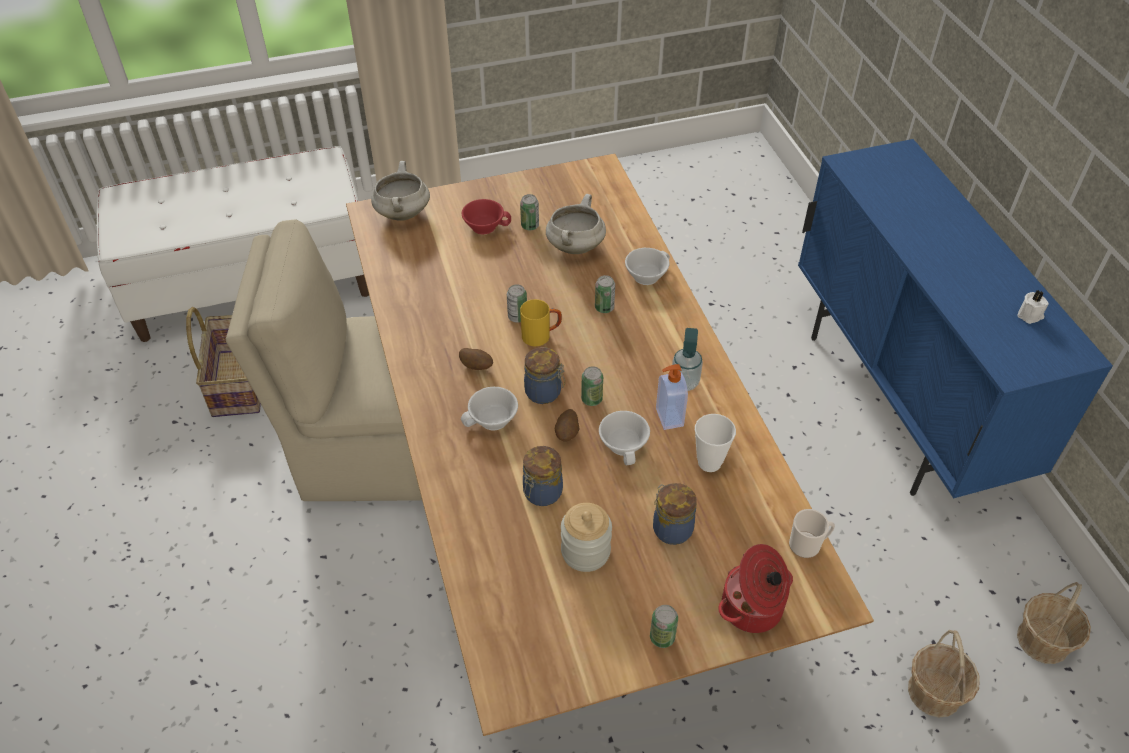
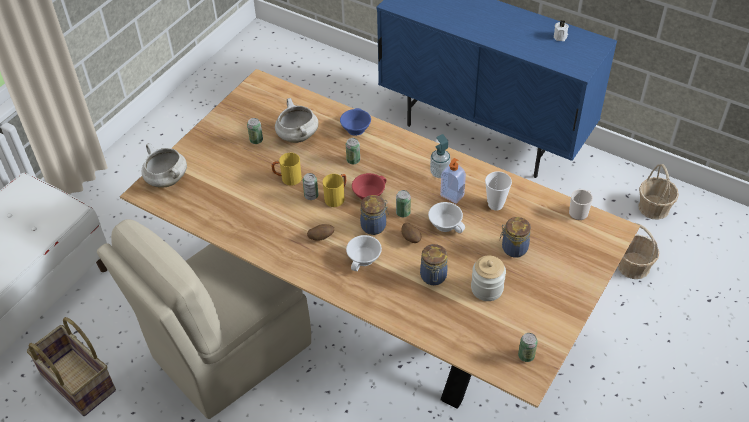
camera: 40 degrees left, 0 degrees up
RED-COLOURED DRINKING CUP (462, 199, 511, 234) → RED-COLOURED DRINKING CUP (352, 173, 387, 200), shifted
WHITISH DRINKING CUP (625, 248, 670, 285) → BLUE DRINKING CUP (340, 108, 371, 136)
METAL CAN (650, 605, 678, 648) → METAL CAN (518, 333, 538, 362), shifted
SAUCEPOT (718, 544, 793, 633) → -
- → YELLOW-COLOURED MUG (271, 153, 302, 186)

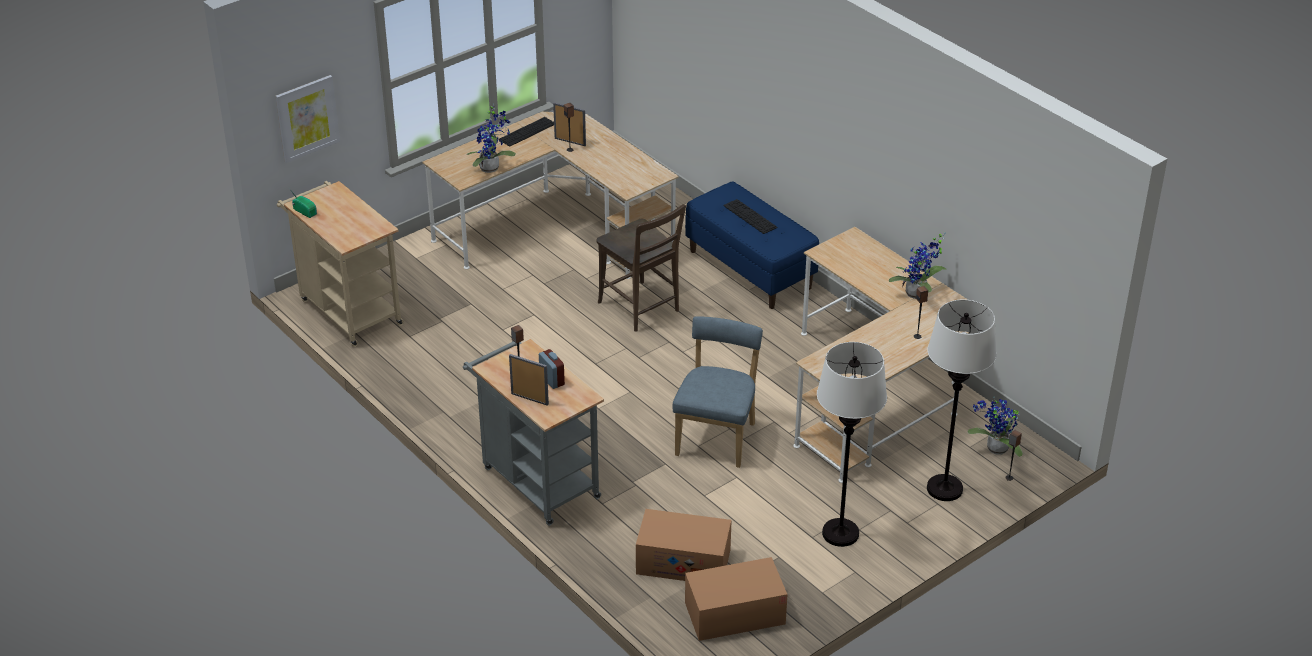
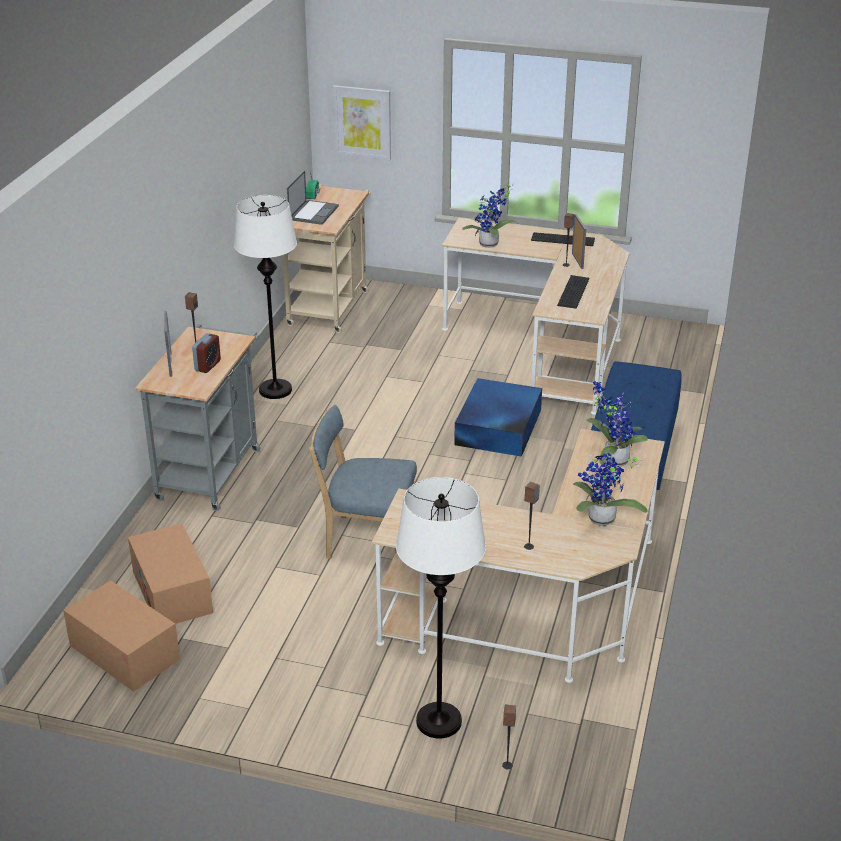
camera: 55 degrees right, 5 degrees down
BROWNISH UPRIGHT CHAIR (596, 204, 686, 332) → BLUE STORAGE BOX (454, 378, 542, 457)
BLUE UPRIGHT CHAIR (673, 316, 763, 468) → BLUE UPRIGHT CHAIR (309, 405, 417, 558), 150 degrees counterclockwise
COMPUTER KEYBOARD (724, 199, 777, 234) → COMPUTER KEYBOARD (557, 275, 589, 309), shifted
WHITISH STANDING LAMP (817, 342, 887, 547) → WHITISH STANDING LAMP (234, 195, 297, 399), shifted
POTTED PLANT (967, 397, 1023, 457) → POTTED PLANT (586, 381, 648, 467), shifted
- → NOTEBOOK COMPUTER (287, 170, 339, 225)

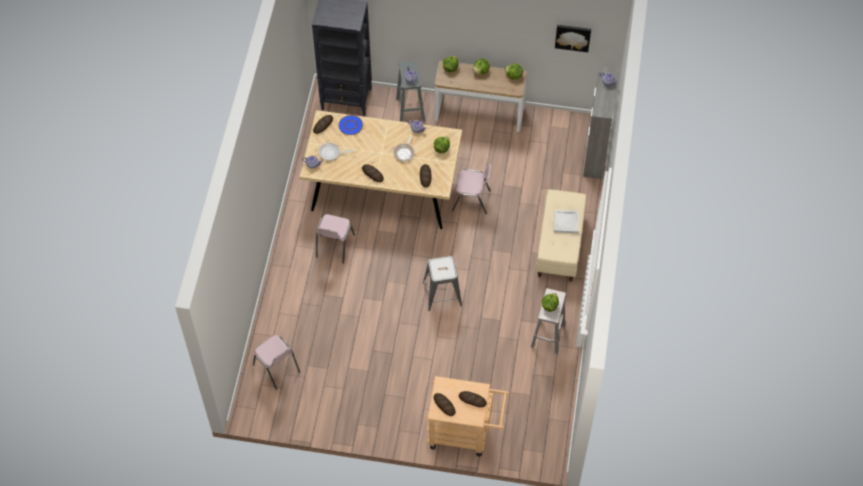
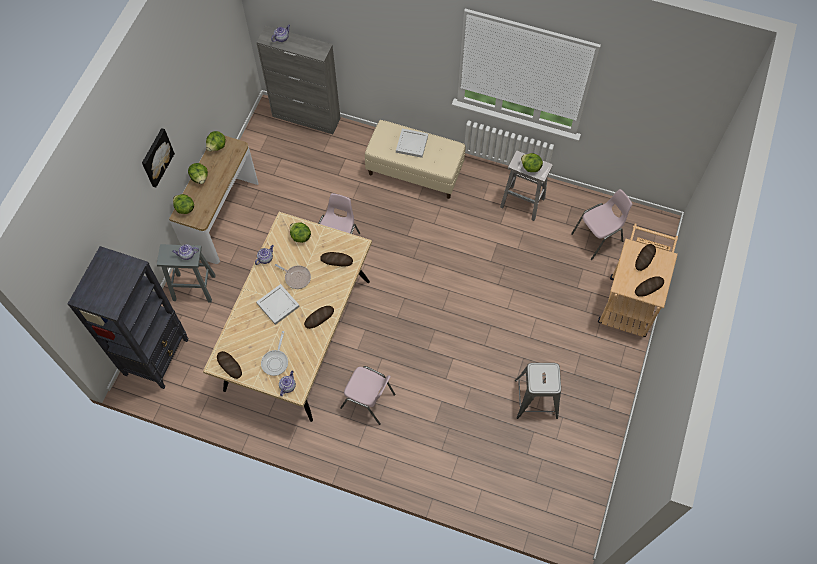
camera: 80 degrees left, 5 degrees up
PINK-COLOURED UPRIGHT CHAIR (253, 335, 300, 390) → PINK-COLOURED UPRIGHT CHAIR (571, 189, 632, 260), shifted
BLUE PLATE (338, 115, 363, 135) → -
GREY STOOL SEAT (423, 256, 462, 311) → GREY STOOL SEAT (515, 363, 561, 419), shifted
PICTURE (555, 25, 591, 52) → PICTURE (142, 128, 175, 188), shifted
- → WHITISH TRAY (256, 284, 300, 325)

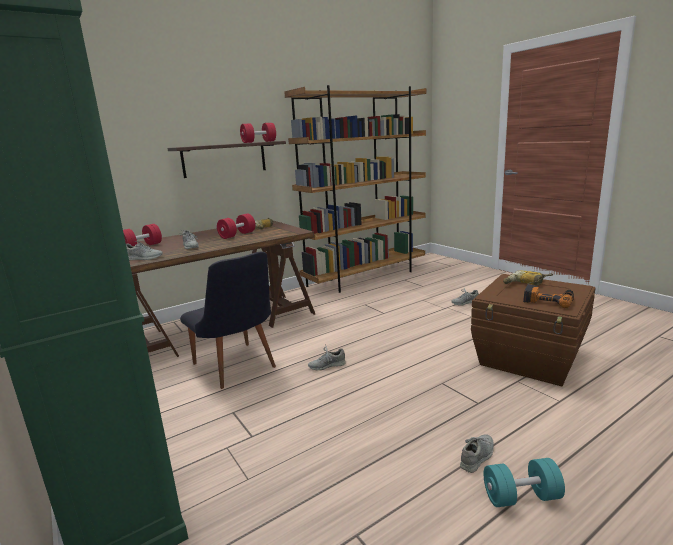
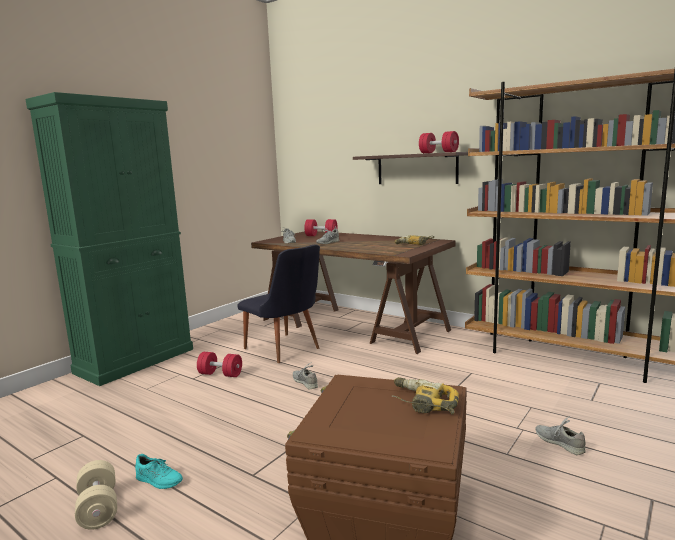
camera: 70 degrees right, 5 degrees down
BLACKISH UPRIGHT CHAIR (180, 252, 276, 389) → BLACKISH UPRIGHT CHAIR (237, 244, 320, 363), 75 degrees counterclockwise
RED-COLOURED HAND WEIGHT (217, 214, 255, 239) → RED-COLOURED HAND WEIGHT (197, 352, 242, 377), shifted
GREY SHOE (460, 435, 494, 473) → TURQUOISE SHOE (135, 454, 183, 489)
TURQUOISE HAND WEIGHT (484, 458, 565, 507) → BEIGE HAND WEIGHT (75, 460, 117, 530)
DRILL (523, 284, 574, 308) → -

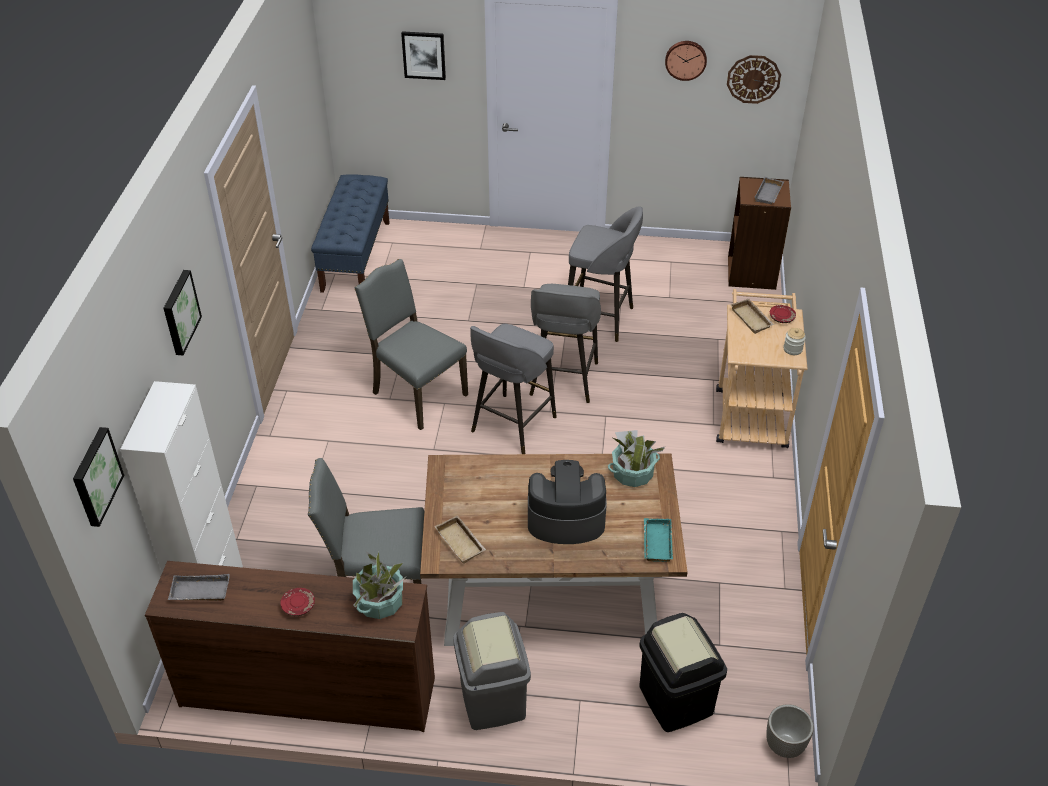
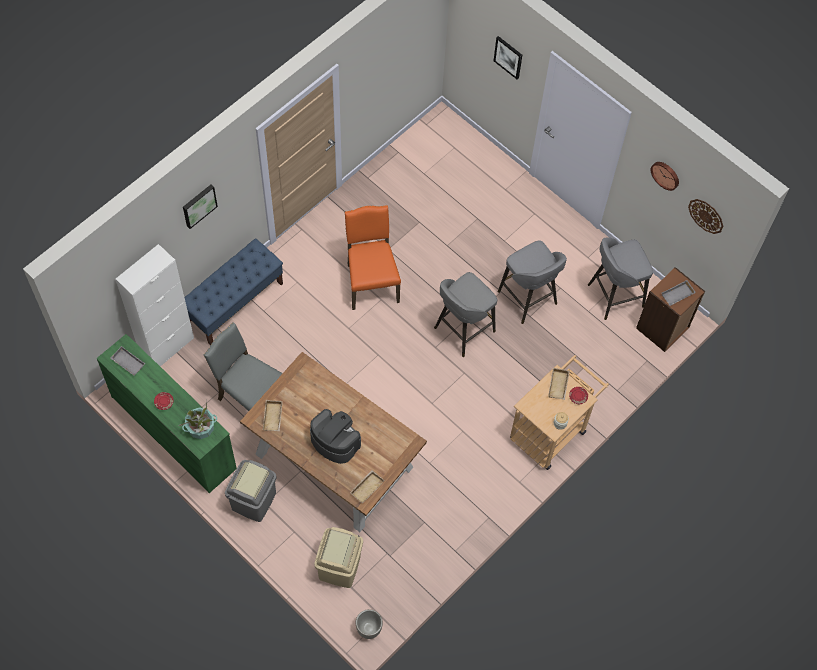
camera: 35 degrees right, 20 degrees up
PICTURE (73, 427, 124, 527) → -
BROWNISH DRAWER CHEST (145, 561, 435, 732) → GREEN-COLOURED DRAWER CHEST (96, 334, 237, 493)
BLUE INDOOR BENCH (311, 174, 390, 293) → BLUE INDOOR BENCH (184, 238, 283, 346), shifted
GREY UPRIGHT CHAIR (354, 259, 468, 430) → ORANGE UPRIGHT CHAIR (345, 205, 401, 310)
GREY STOOL SEAT (470, 324, 557, 454) → GREY STOOL SEAT (588, 237, 653, 320), shifted
POTTED PLANT (608, 430, 665, 487) → -
BLACKISH TRASH CAN (639, 613, 727, 732) → BEIGE TRASH CAN (315, 527, 363, 588)
TURQUOISE TRAY (644, 518, 673, 562) → BEIGE TRAY (350, 470, 385, 503)

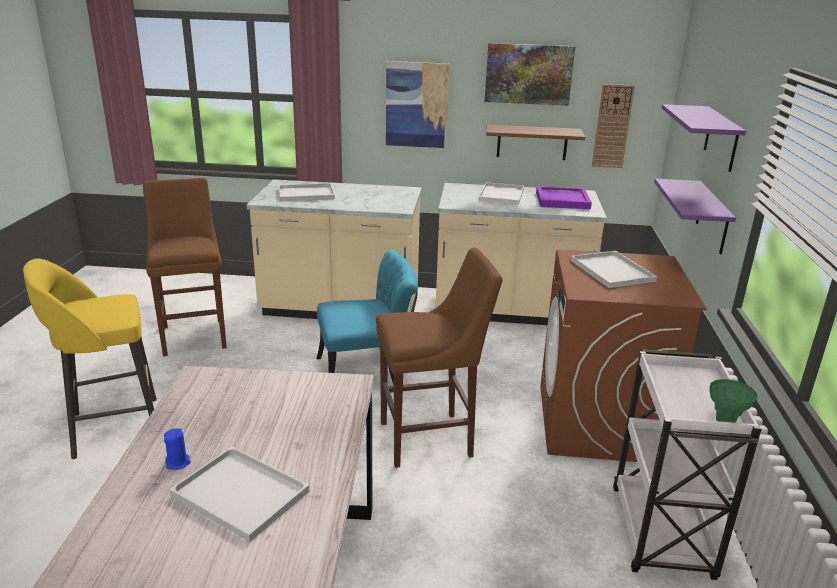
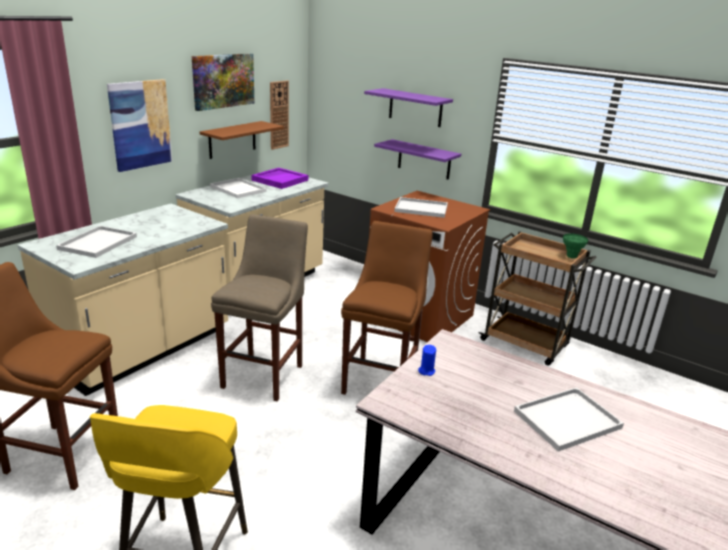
camera: 60 degrees left, 0 degrees up
BLUE WAX LIGHT (164, 429, 191, 470) → BLUE WAX LIGHT (418, 345, 436, 376), shifted
TURQUOISE UPRIGHT CHAIR (317, 249, 418, 385) → BEIGE STOOL SEAT (211, 214, 308, 401)
WHITISH CART (613, 350, 762, 580) → BROWNISH CART (479, 231, 597, 366)

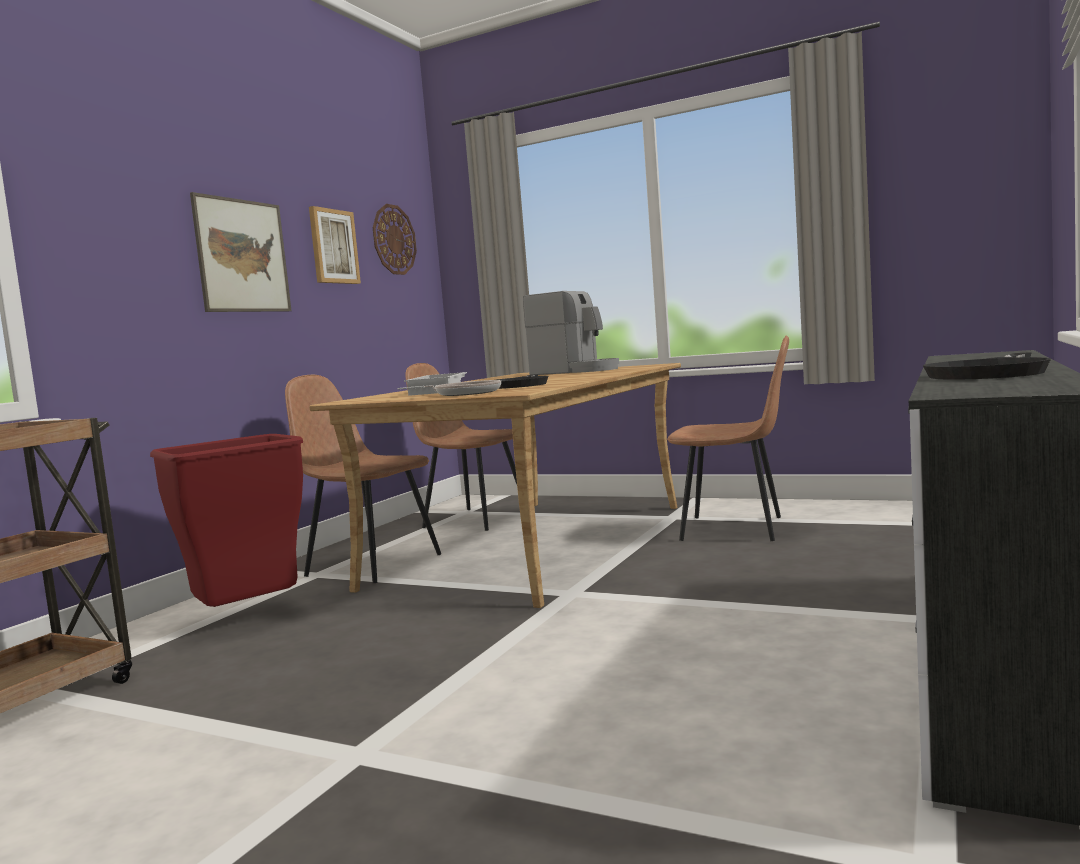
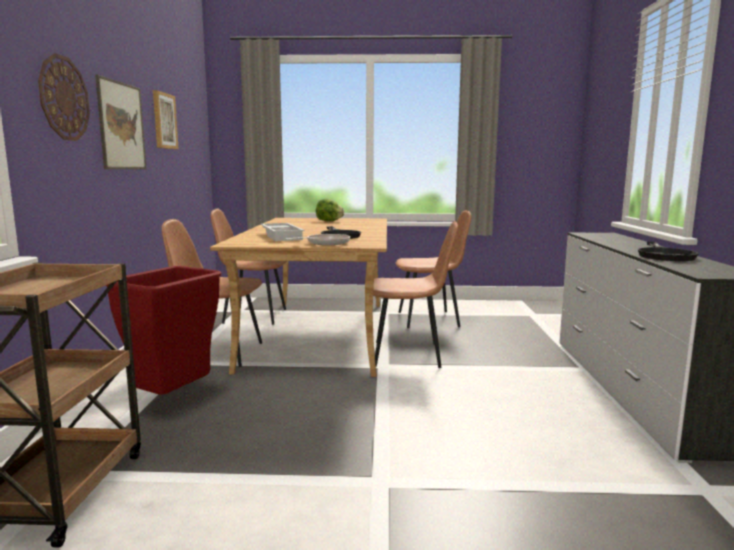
camera: 25 degrees left, 5 degrees up
CLOCK ON THE WALL (373, 204, 417, 275) → CLOCK ON THE WALL (38, 53, 90, 141), shifted
COFFEE MAKER (523, 291, 619, 375) → LETTUCE (316, 199, 344, 221)
- → BROWNISH UPRIGHT CHAIR (373, 220, 458, 368)

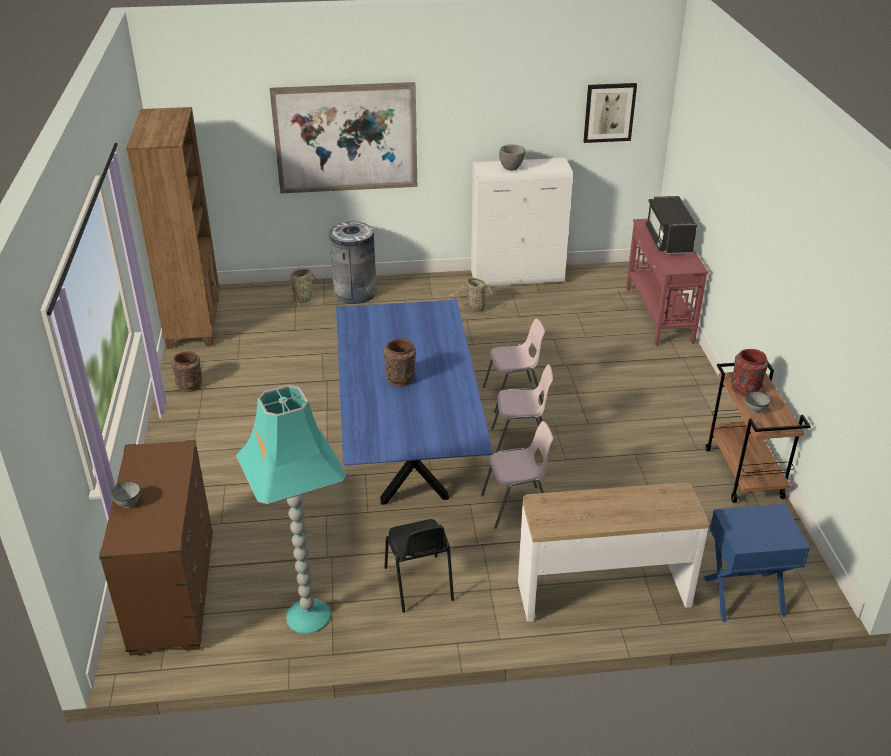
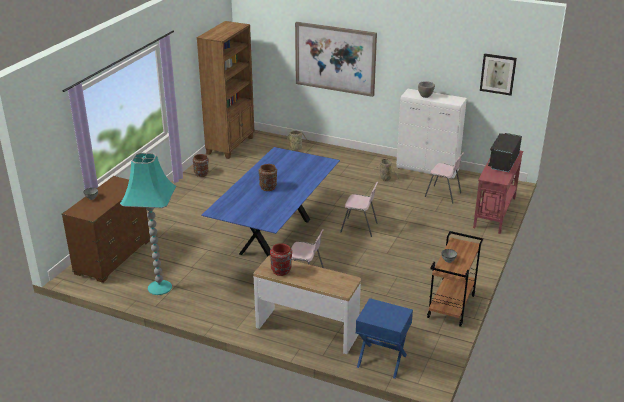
camera: 30 degrees right, 5 degrees down
GREY TRASH CAN (327, 222, 377, 304) → -
BLACKISH UPRIGHT CHAIR (384, 519, 454, 613) → -
PINK-COLOURED UPRIGHT CHAIR (491, 364, 553, 456) → PINK-COLOURED UPRIGHT CHAIR (425, 153, 464, 204), shifted
RED-COLOURED VASE (731, 349, 769, 396) → RED-COLOURED VASE (270, 243, 292, 276), shifted

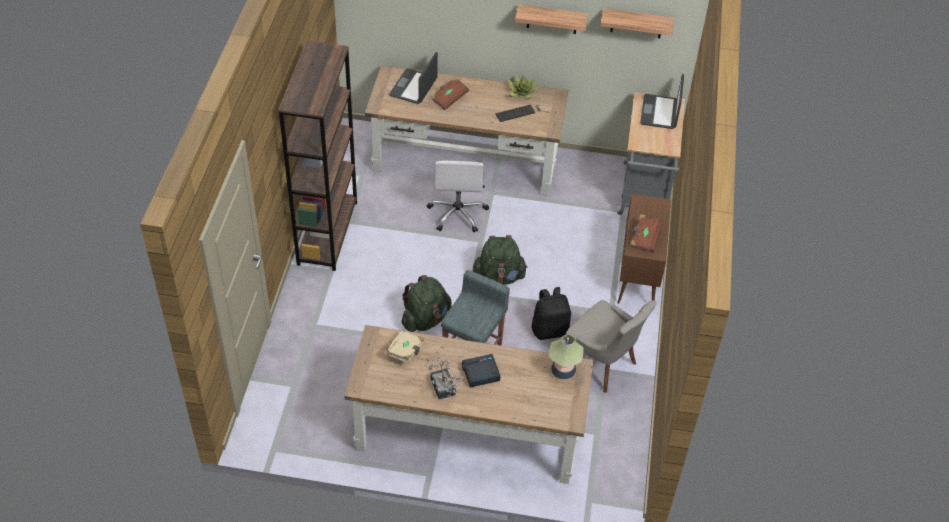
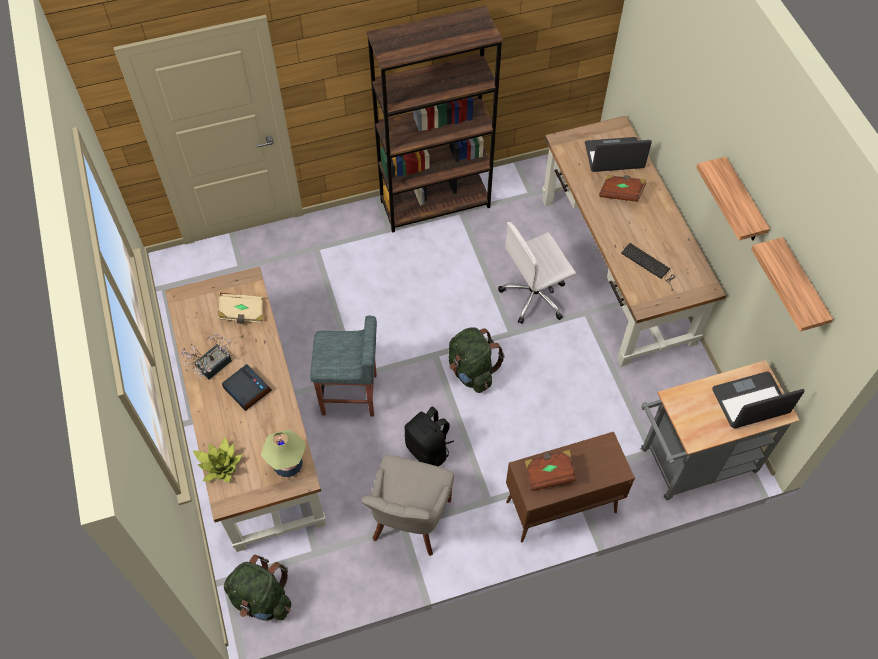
camera: 65 degrees right, 10 degrees up
GREEN-COLOURED RUCKSACK (402, 275, 452, 332) → GREEN-COLOURED RUCKSACK (224, 555, 291, 621), shifted
POTTED PLANT (507, 75, 539, 99) → POTTED PLANT (192, 437, 243, 482), shifted

